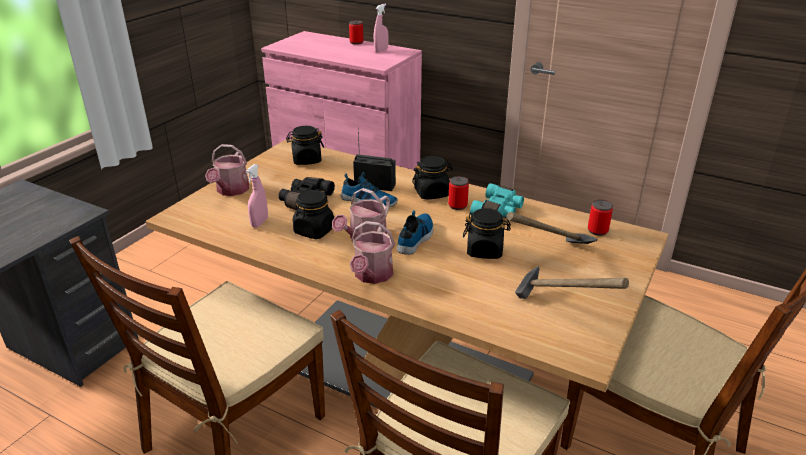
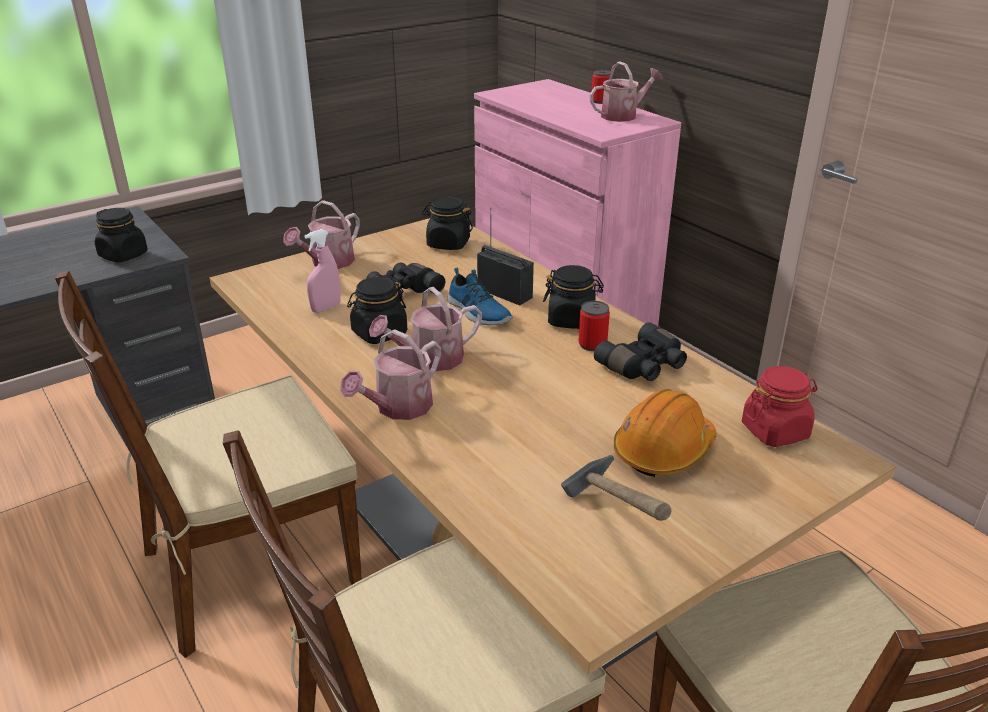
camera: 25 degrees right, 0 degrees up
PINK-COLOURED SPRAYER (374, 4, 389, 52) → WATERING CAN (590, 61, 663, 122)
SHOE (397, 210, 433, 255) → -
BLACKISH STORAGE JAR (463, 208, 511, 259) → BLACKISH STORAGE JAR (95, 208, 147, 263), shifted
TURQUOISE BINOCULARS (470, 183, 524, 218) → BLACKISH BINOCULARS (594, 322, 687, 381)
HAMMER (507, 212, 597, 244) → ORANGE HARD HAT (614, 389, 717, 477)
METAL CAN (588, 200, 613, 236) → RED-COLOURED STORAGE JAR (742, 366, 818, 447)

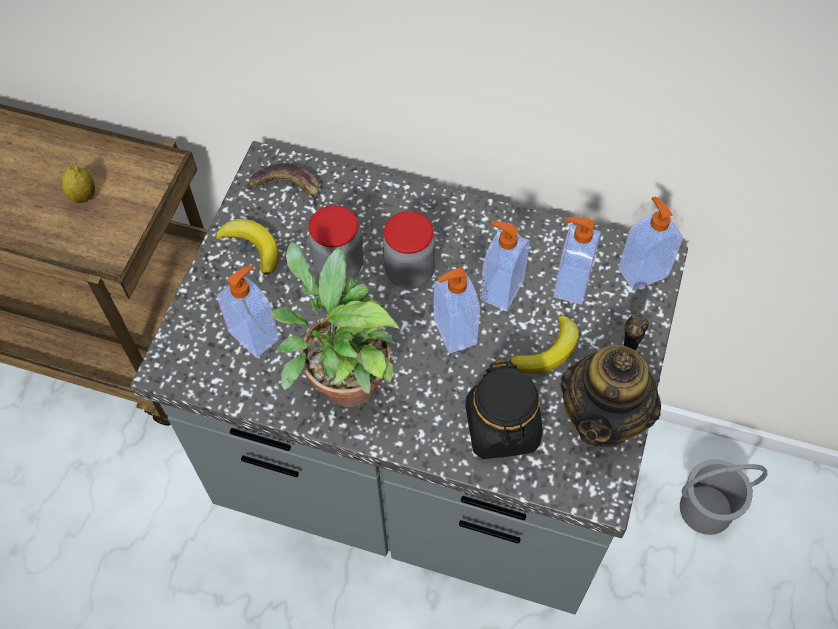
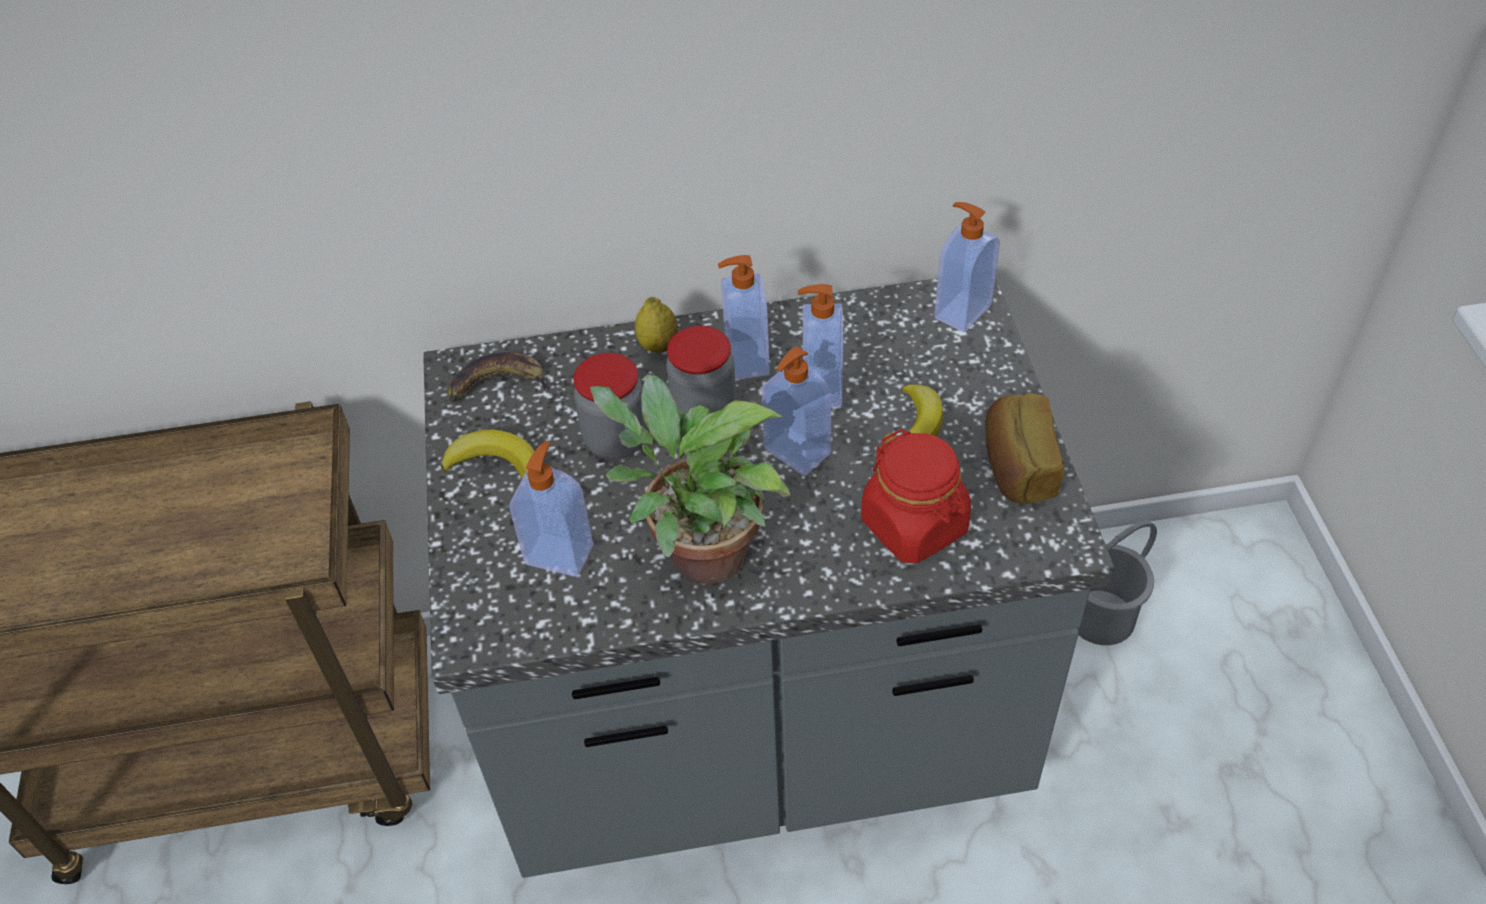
camera: 25 degrees left, 10 degrees down
CITRUS FRUIT (62, 164, 95, 203) → CITRUS FRUIT (635, 297, 678, 353), shifted
BLACKISH STORAGE JAR (465, 360, 543, 459) → RED-COLOURED STORAGE JAR (861, 429, 971, 564)
SOAP BOTTLE (553, 217, 601, 304) → SOAP BOTTLE (718, 255, 770, 380), shifted
TEAPOT (560, 314, 661, 448) → BREAD (985, 393, 1064, 503)

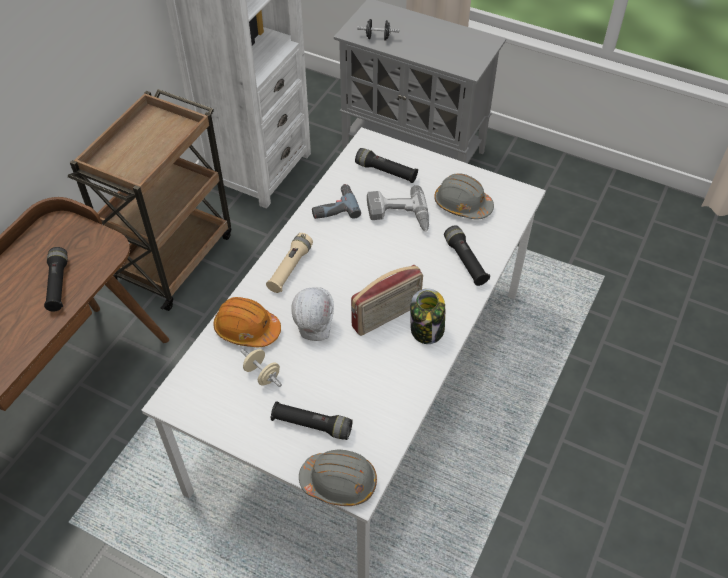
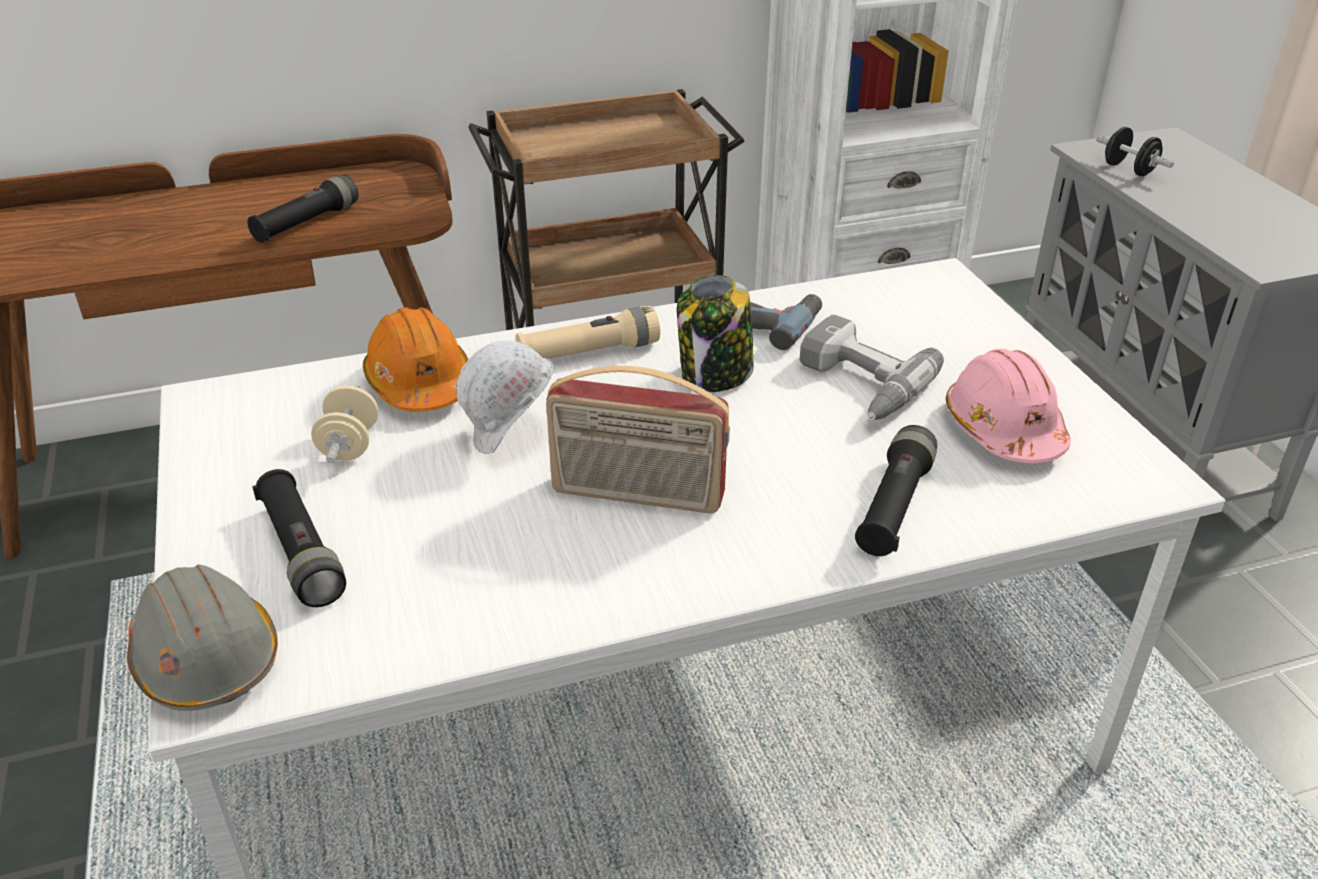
camera: 45 degrees right, 15 degrees down
BLACKISH FLASHLIGHT (355, 148, 418, 183) → -
STORAGE JAR (410, 288, 445, 344) → STORAGE JAR (677, 275, 754, 392), shifted
GREY HARD HAT (434, 173, 494, 219) → PINK-COLOURED HARD HAT (946, 349, 1071, 463)

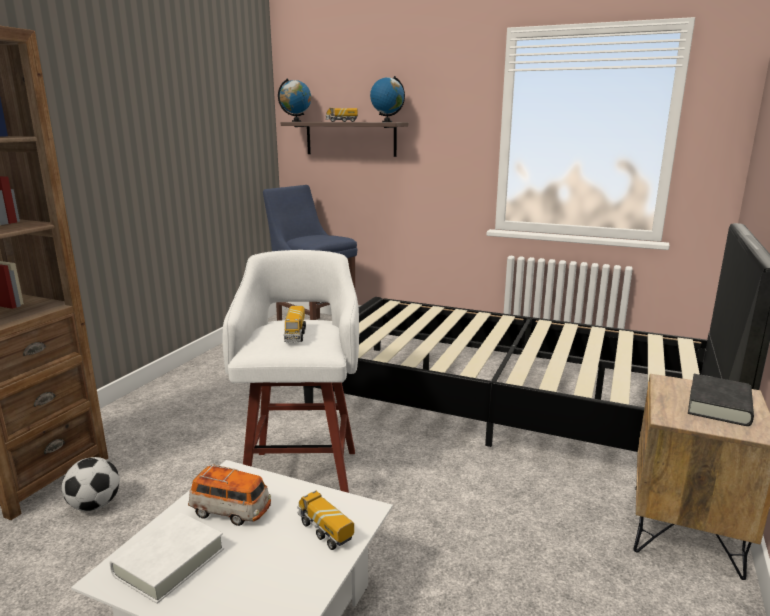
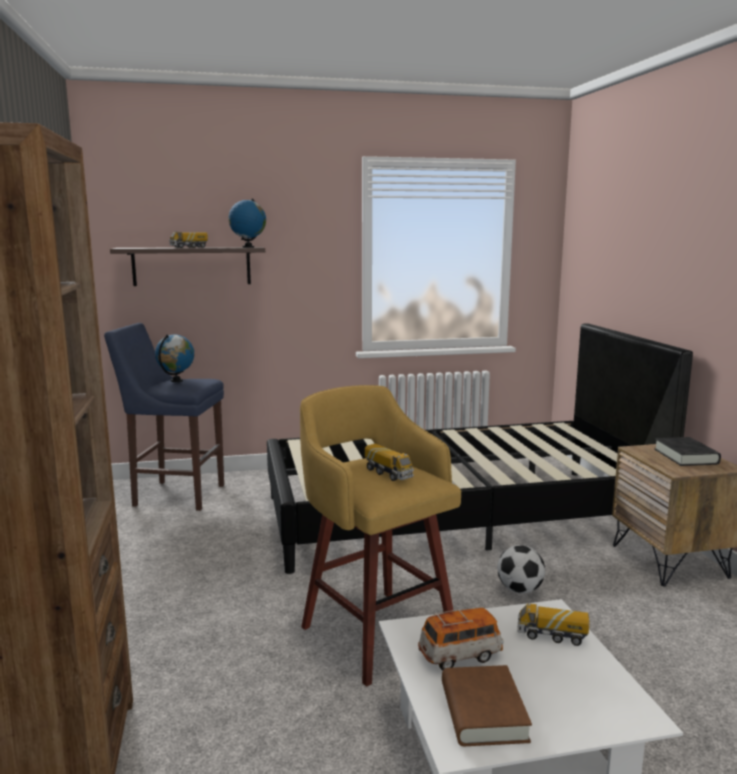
camera: 35 degrees left, 5 degrees down
BALL FOR FOOTBALL (62, 457, 120, 511) → BALL FOR FOOTBALL (497, 545, 545, 594), shifted
WHITISH VOLUME (109, 513, 224, 604) → BROWNISH VOLUME (442, 665, 532, 746)
WHITISH STOOL SEAT (222, 250, 359, 493) → YELLOW-COLOURED STOOL SEAT (300, 385, 461, 687)
GLOBE (278, 78, 311, 122) → GLOBE (155, 334, 194, 382), shifted

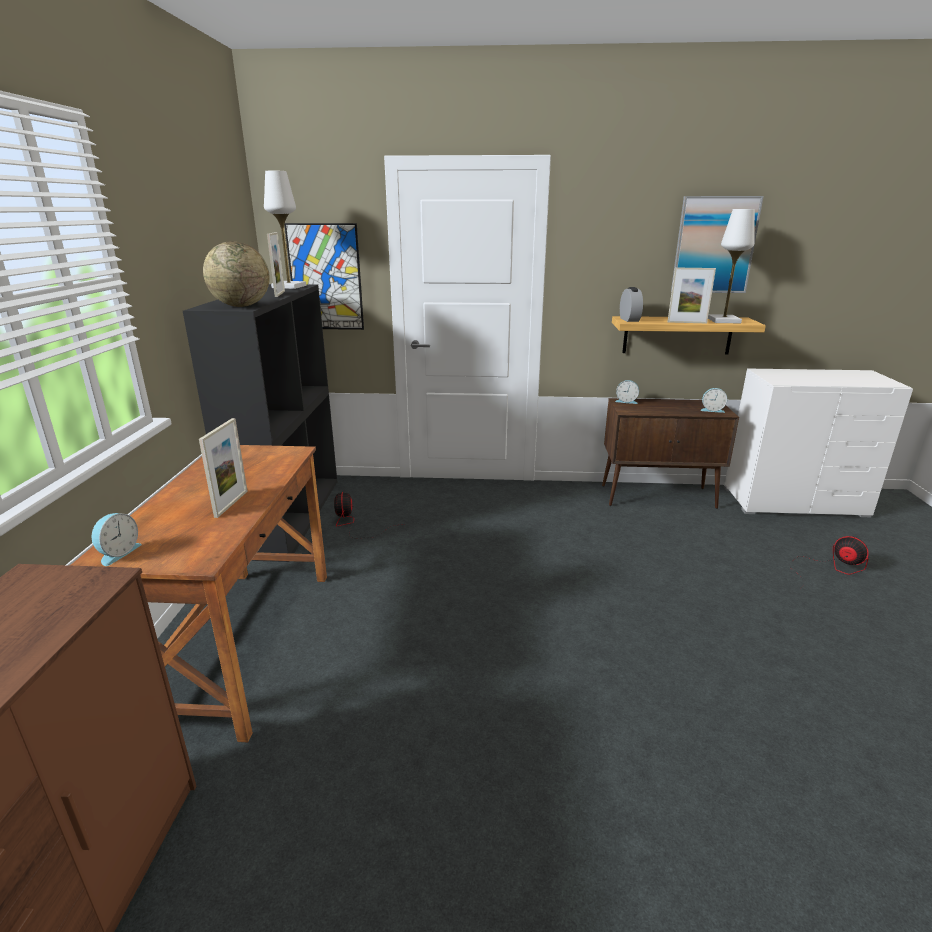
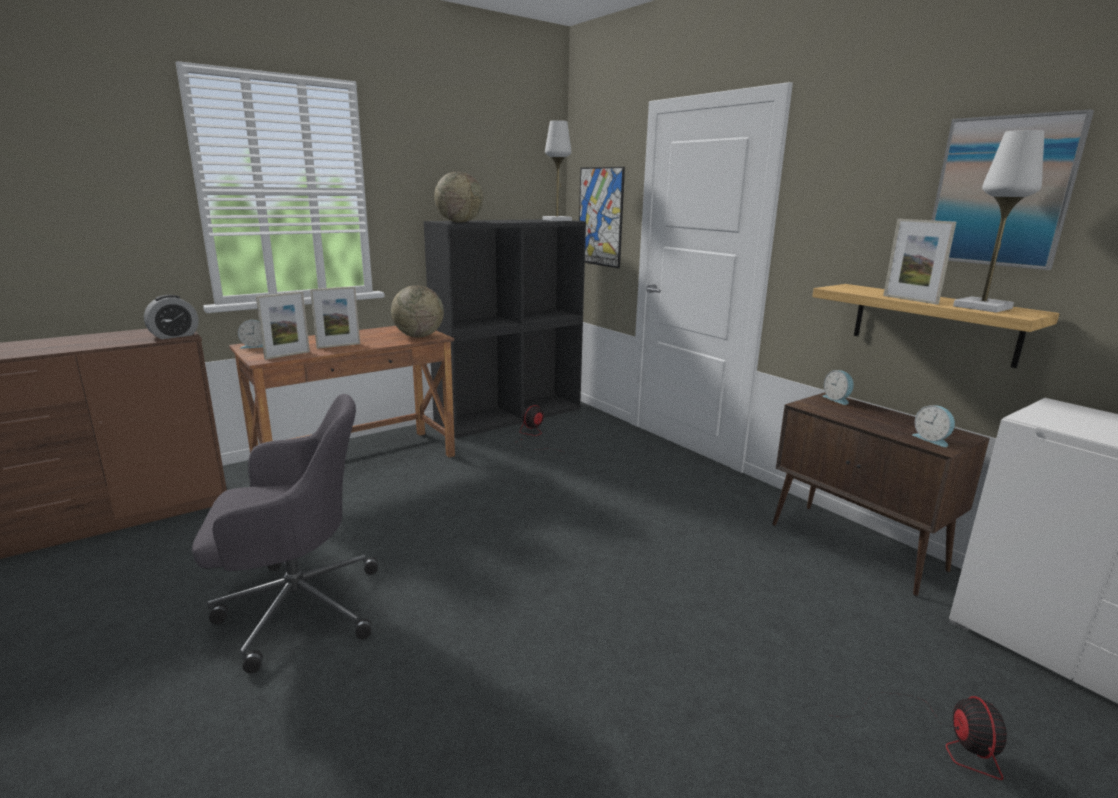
camera: 50 degrees right, 5 degrees down
STANDING FRAME (267, 232, 285, 297) → STANDING FRAME (256, 291, 310, 360), shifted
ALARM CLOCK (620, 287, 643, 322) → ALARM CLOCK (144, 295, 199, 339), shifted
- → GREY COMPUTER CHAIR (192, 394, 378, 673)
- → GLOBE (391, 285, 444, 337)

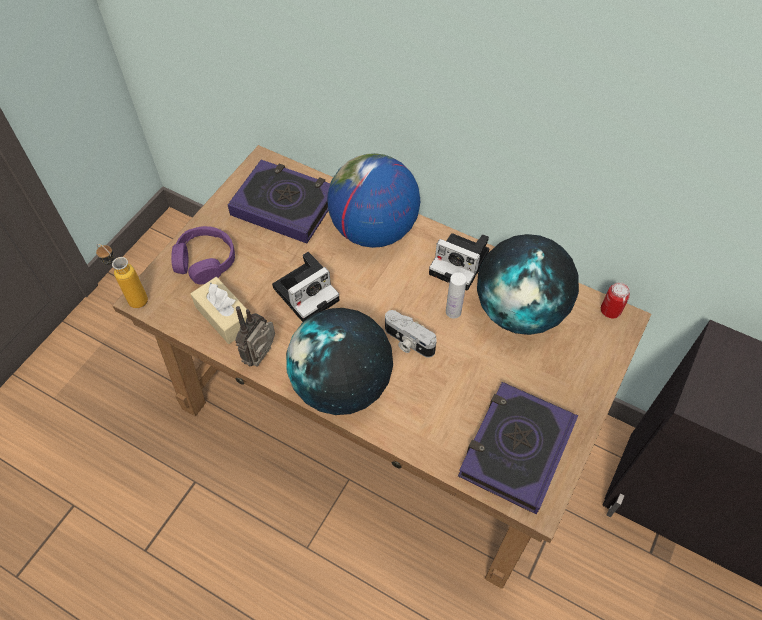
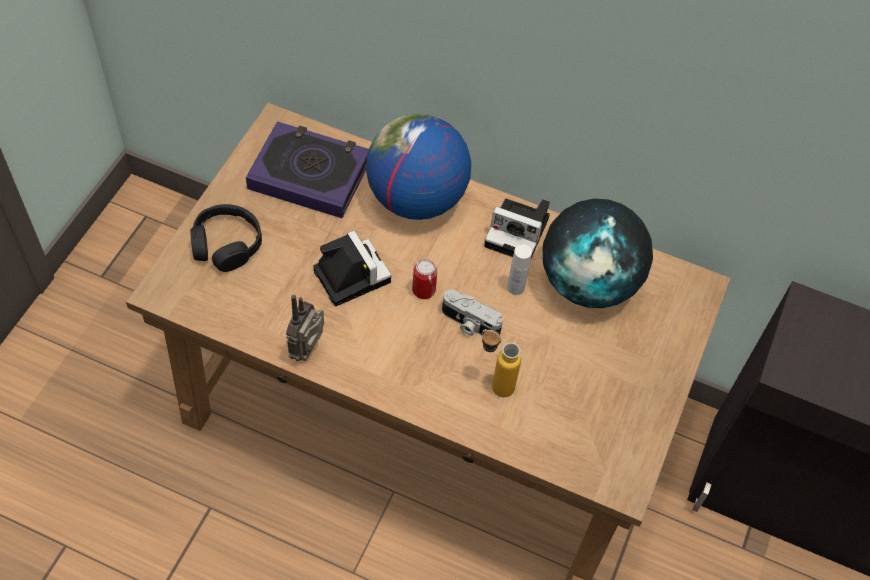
camera: 10 degrees left, 0 degrees up
BEVERAGE BOTTLE (96, 244, 148, 308) → BEVERAGE BOTTLE (482, 330, 521, 397), shifted
PURPLISH PAIR OF HEADPHONES (171, 226, 235, 284) → BLACKISH PAIR OF HEADPHONES (190, 204, 262, 272)
BEIGE BOX OF TISSUES (191, 277, 251, 344) → -
STILL CAMERA (272, 252, 339, 322) → STILL CAMERA (313, 230, 391, 306), 75 degrees counterclockwise
GLOBE (286, 308, 393, 415) → -
VOLUME (458, 382, 578, 514) → -
METAL CAN (601, 282, 630, 318) → METAL CAN (412, 259, 437, 299), shifted

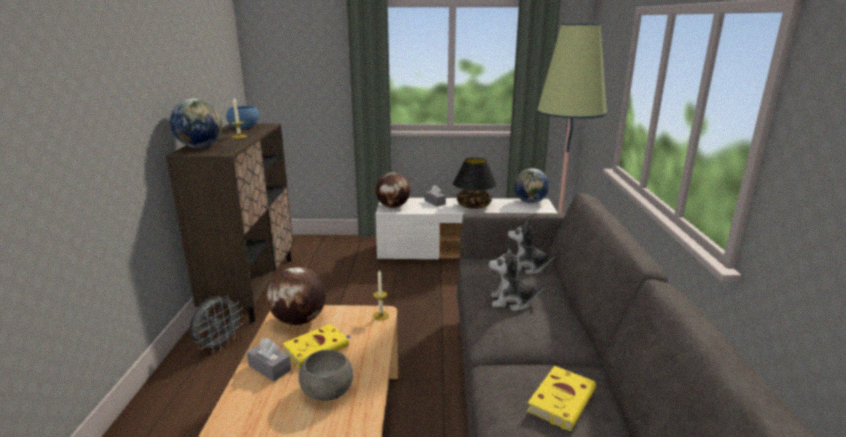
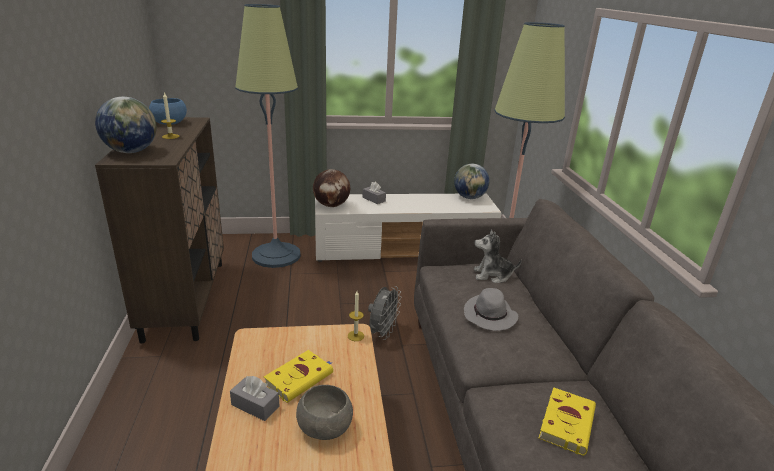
camera: 10 degrees left, 5 degrees up
GREY ELECTRIC FAN (189, 296, 244, 352) → GREY ELECTRIC FAN (368, 286, 402, 340), shifted
GLOBE (267, 267, 326, 325) → -
BLACKISH TABLE LAMP (453, 158, 497, 209) → -
CUDDLY TOY (489, 248, 545, 311) → GREY CLOTHING HAT (464, 288, 518, 331)
- → STANDING LAMP (235, 4, 301, 268)

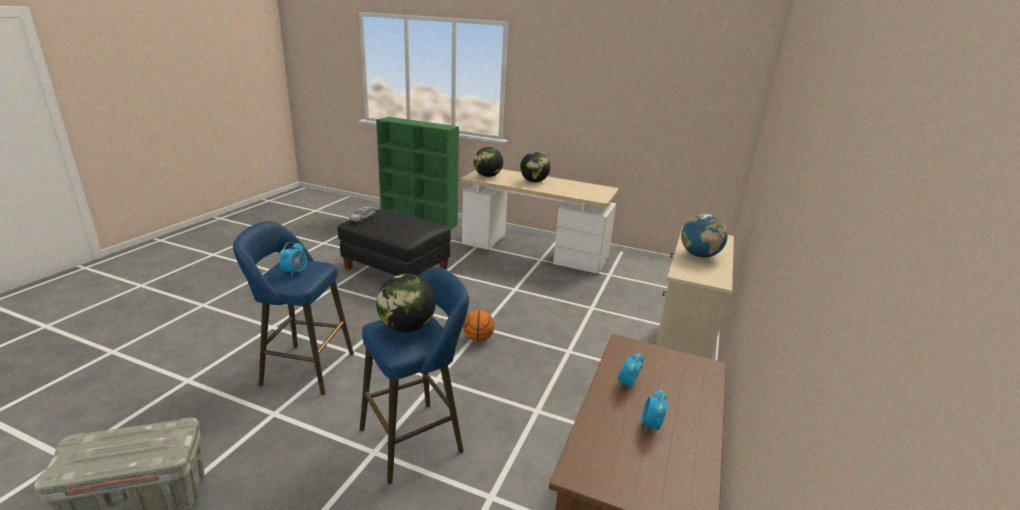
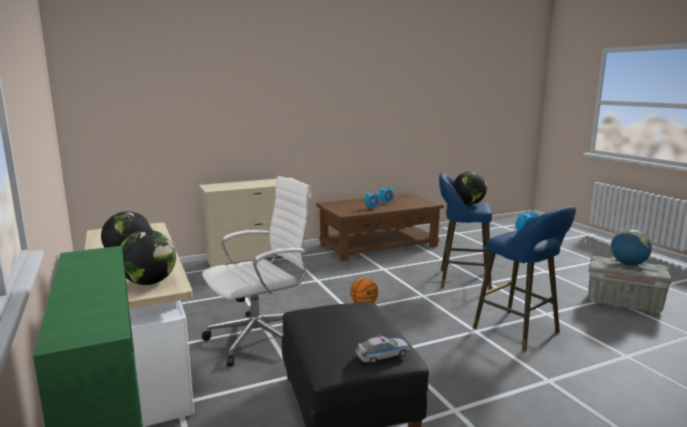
camera: 135 degrees left, 10 degrees down
GLOBE (681, 214, 728, 258) → GLOBE (611, 229, 652, 265), shifted
- → WHITISH COMPUTER CHAIR (202, 176, 312, 366)

